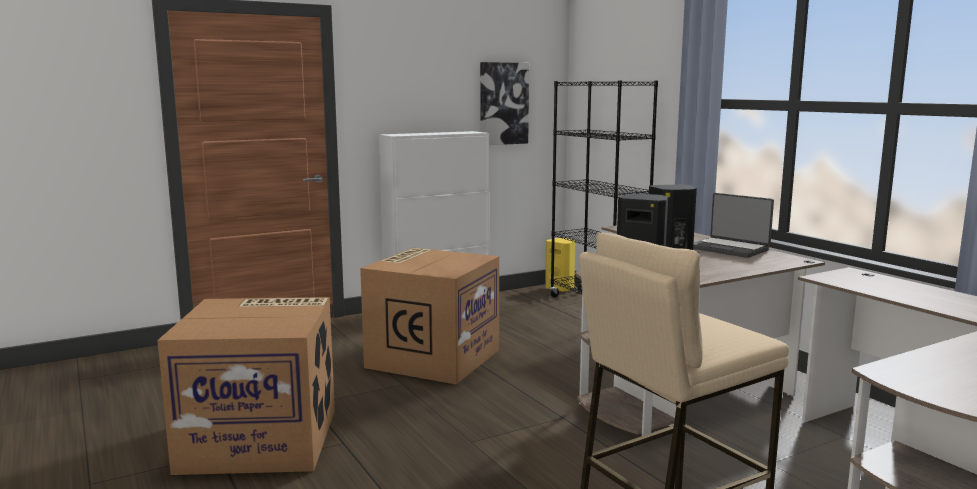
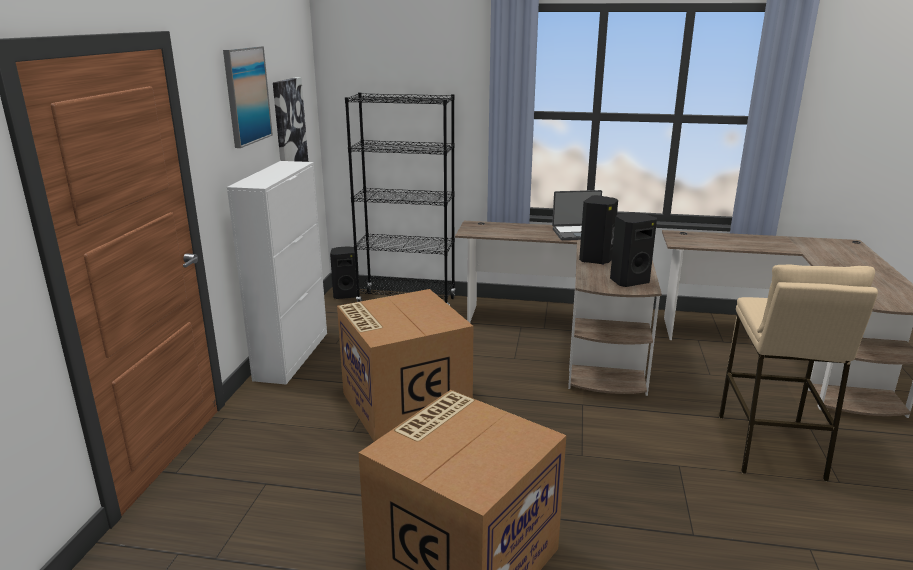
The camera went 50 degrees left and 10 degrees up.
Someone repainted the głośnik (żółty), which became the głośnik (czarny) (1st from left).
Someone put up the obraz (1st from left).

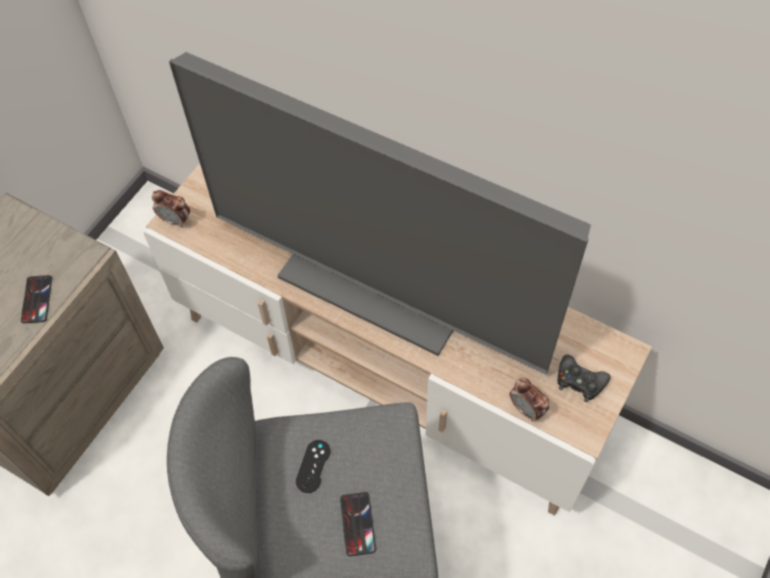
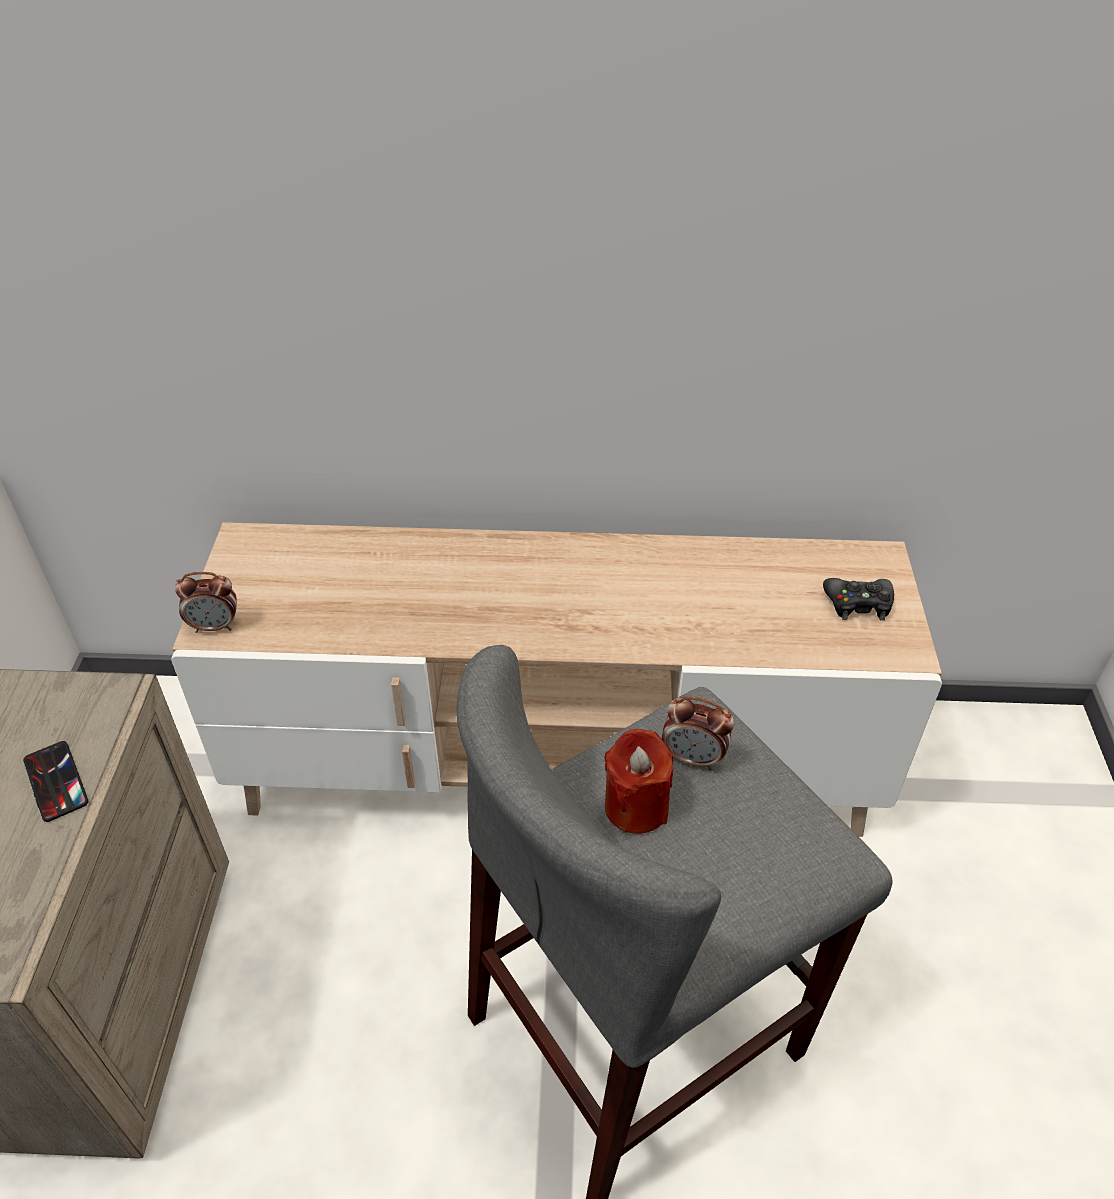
The camera went 30 degrees left and 15 degrees down.
Someone took away the telewizor.
Someone swapped the pad do gier (czarny) (1st from left) for the świeca (czerwony).
Someone took away the telefon (2nd from left).
Someone carried the budzik (2nd from left).

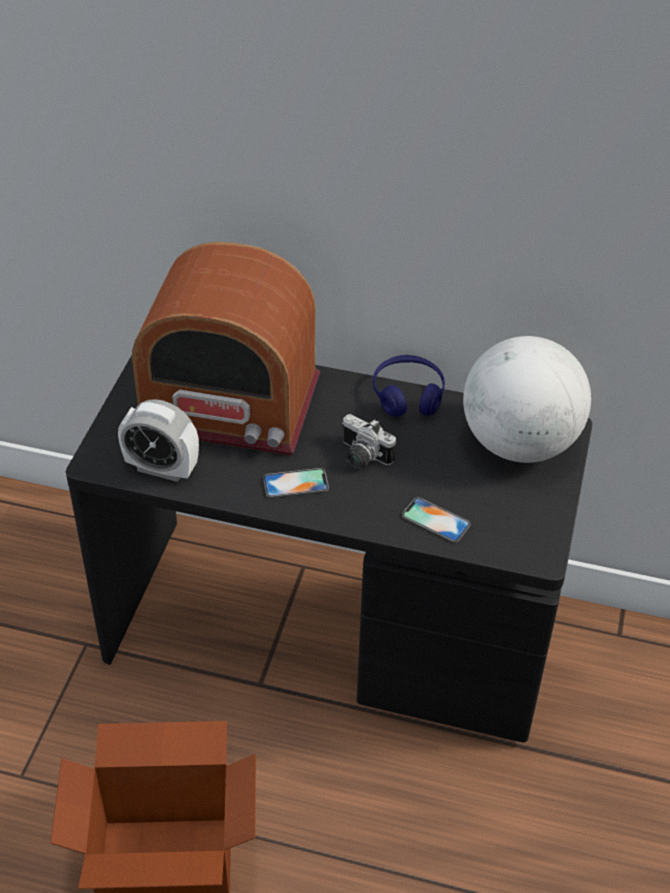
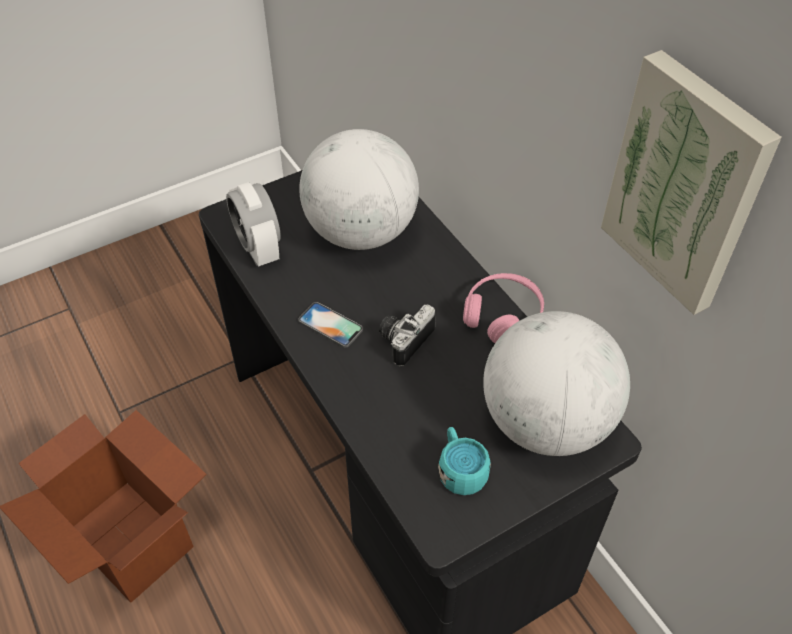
The camera went 45 degrees right and 5 degrees up.
Someone swapped the radio for the globus (1st from left).
Someone rotated the aparat fotograficzny by 45 degrees clockwise.
Someone repainted the słuchawki (niebieski), which became the słuchawki (różowy).
Someone took away the telefon (2nd from left).
Someone put down the kubek (turkusowy).
Someone put up the obraz.

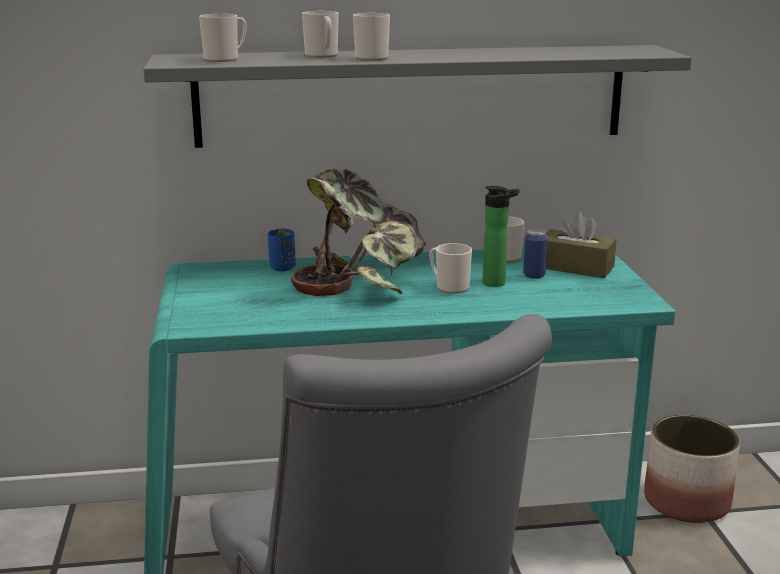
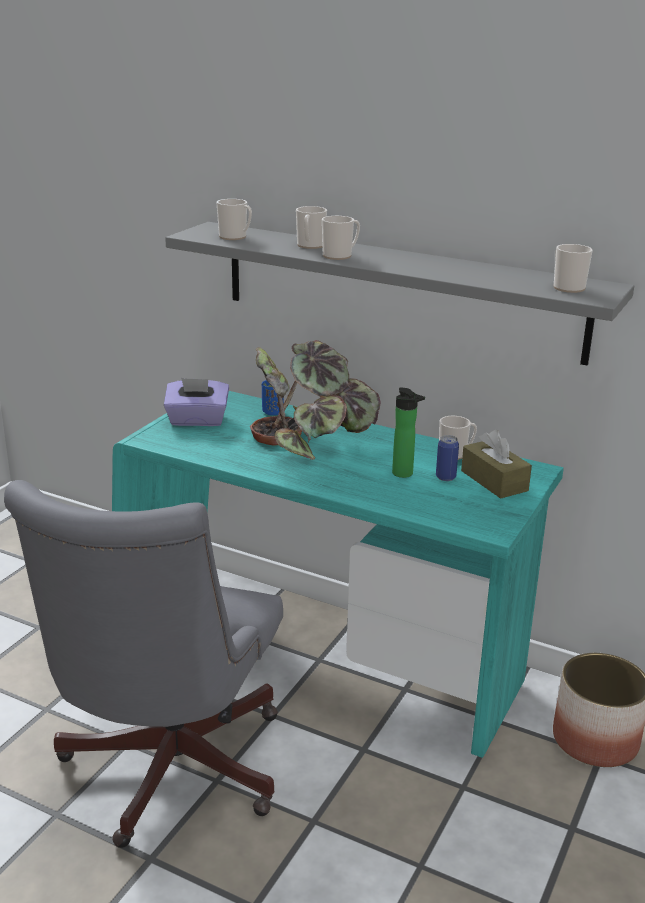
The camera went 35 degrees right and 5 degrees up.
Someone carried the kubek (4th from left in the first image).
Someone put down the pudełko chusteczek (fioletowy).

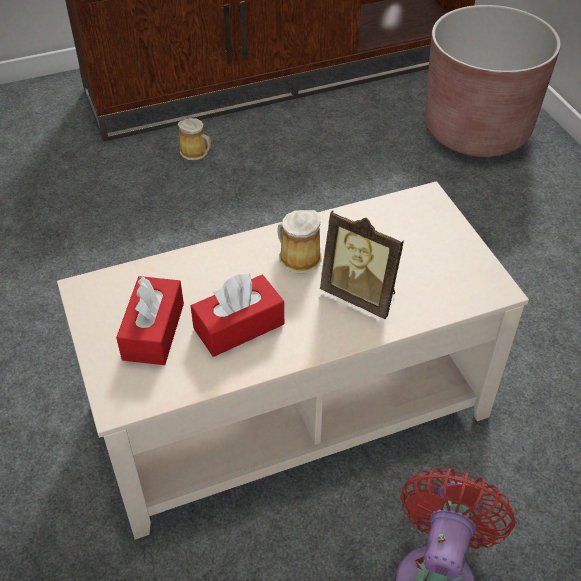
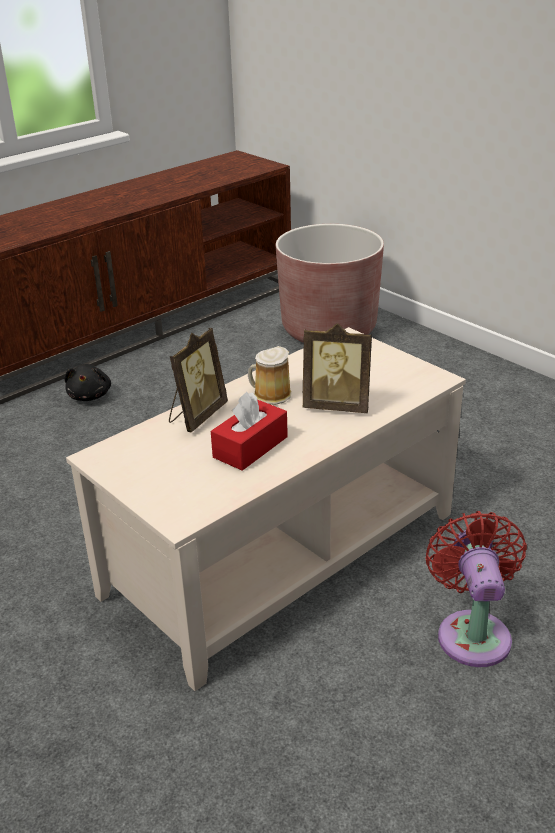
The camera went 20 degrees left and 15 degrees down.
Someone took away the pudełko chusteczek (czerwony) (1st from left).
Someone swapped the kubek (1st from left) for the pluszak (czarny).
Someone put down the ramka na zdjęcie (1st from left).

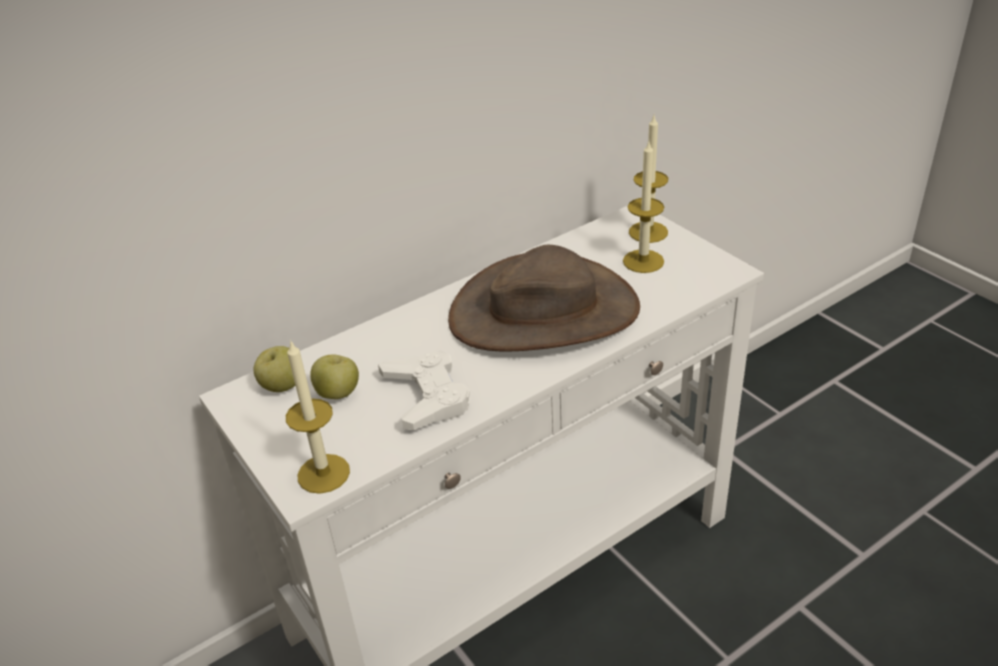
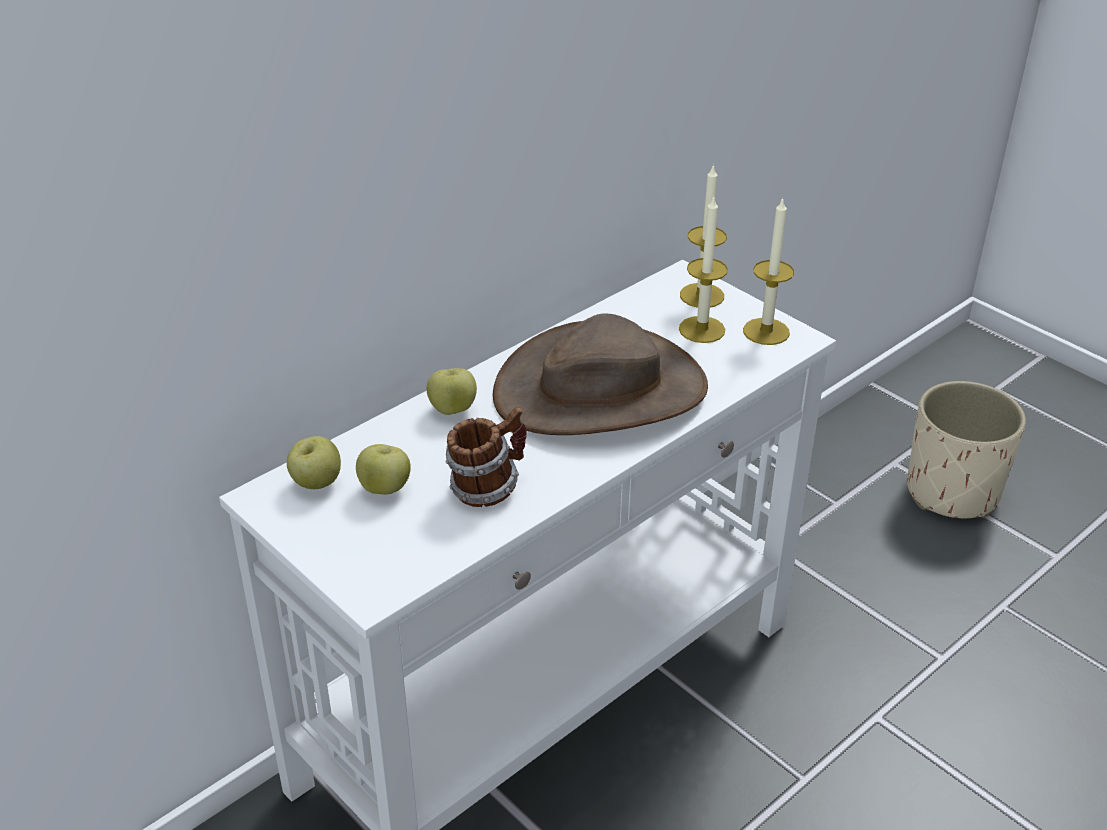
The camera went 10 degrees left and 0 degrees up.
Someone carried the świeca (1st from left in the first image).
Someone swapped the pad do gier (biały) for the kubek.
Someone put down the jabłko (3rd from left).
Someone put down the donica (beżowy).

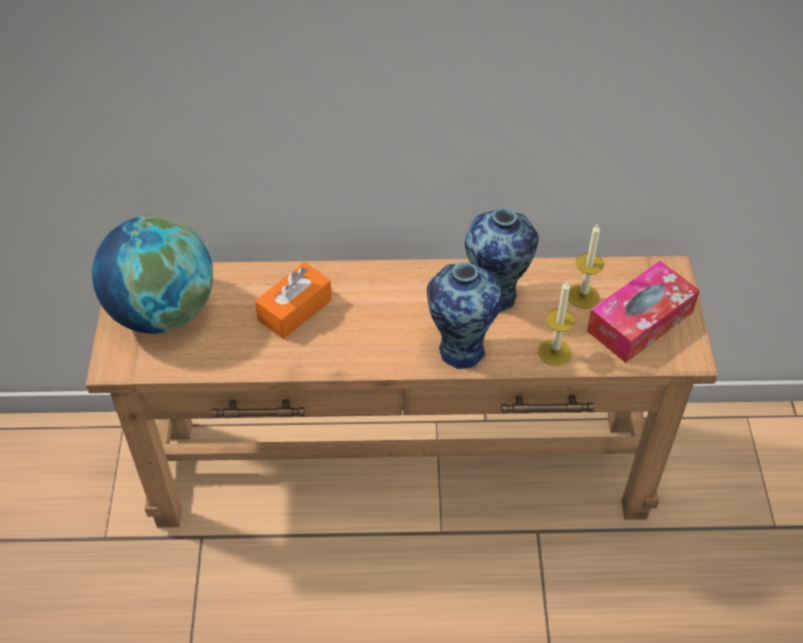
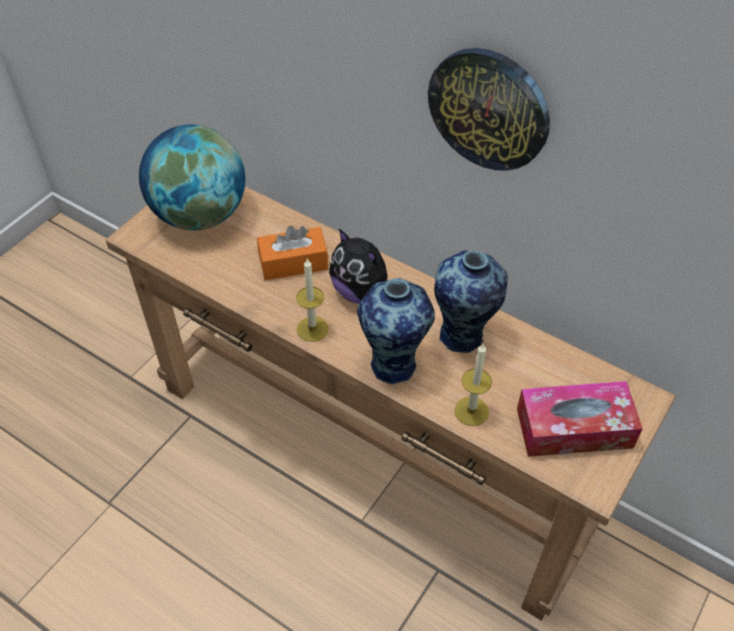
The camera went 35 degrees right and 0 degrees up.
Someone carried the świeca (2nd from left in the first image).
Someone put down the pluszak.
Someone put up the zegar ścienny.

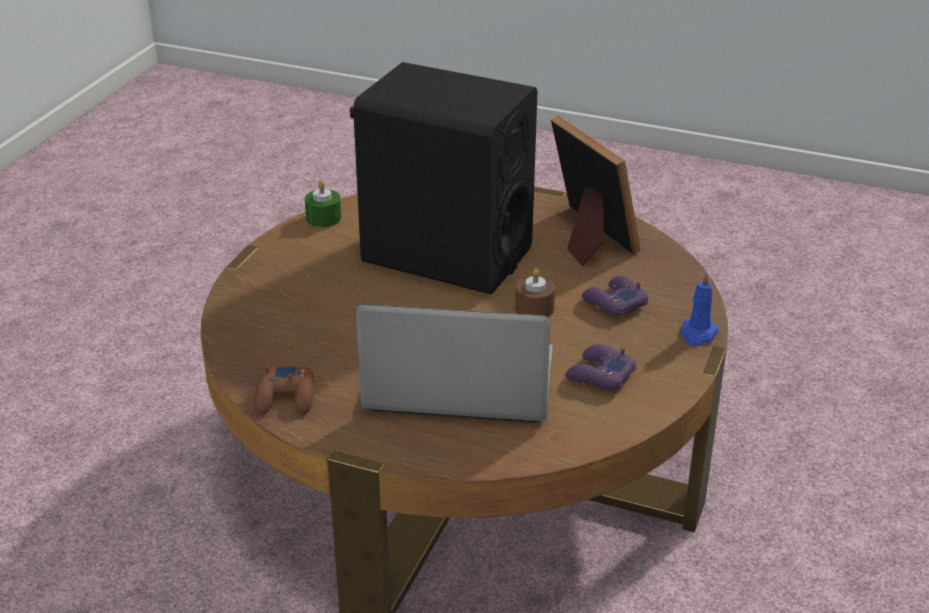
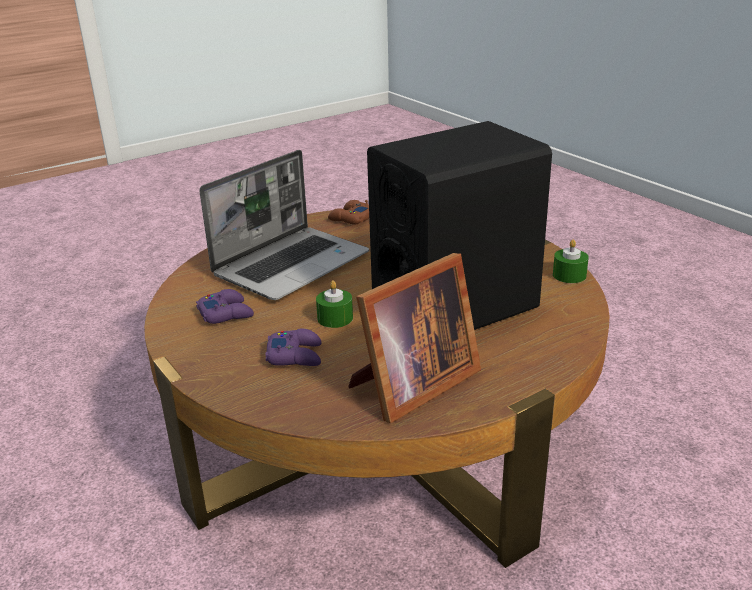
The camera went 125 degrees right and 5 degrees down.
Someone repainted the świeca (brązowy), which became the świeca (zielony) (1st from left).
Someone rotated the ramka na zdjęcie by 45 degrees counterclockwise.
Someone took away the świeca (niebieski).

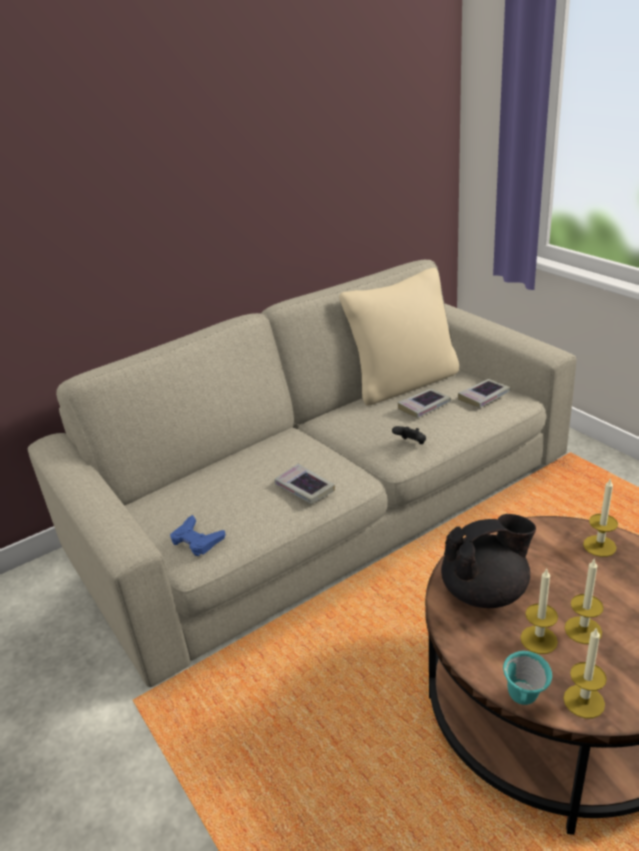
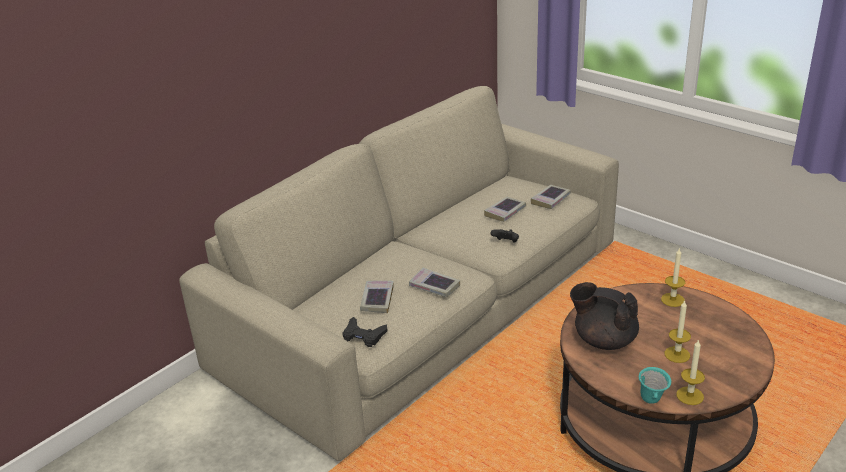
The camera went 15 degrees left and 0 degrees up.
Someone repainted the pad do gier (niebieski), which became the pad do gier (czarny) (1st from left).
Someone took away the poduszka (beżowy).
Someone rotated the imbryk (czarny) by 120 degrees counterclockwise.
Someone took away the świeca (1st from left).
Someone put down the książka (1st from left).

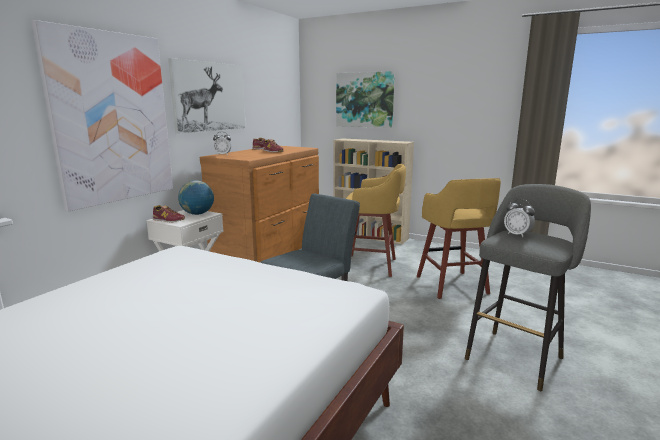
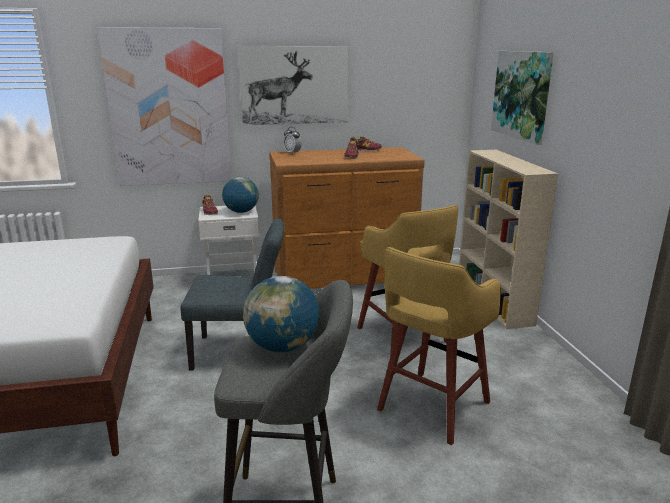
The camera went 50 degrees right and 5 degrees up.
Someone swapped the budzik (2nd from left) for the globus (2nd from left).

